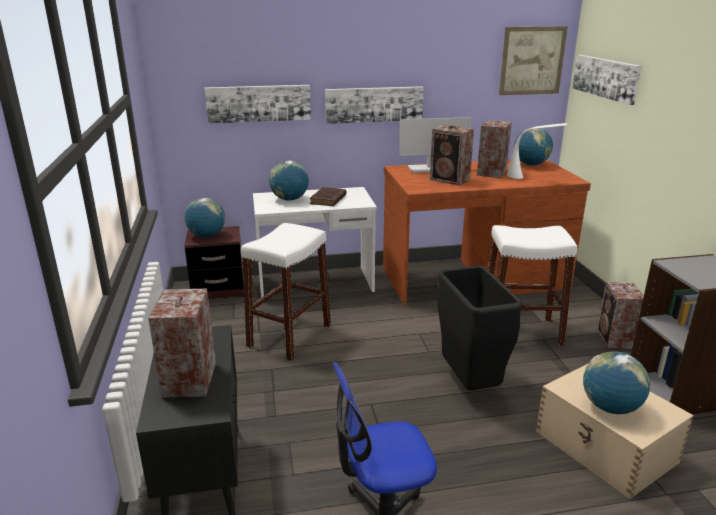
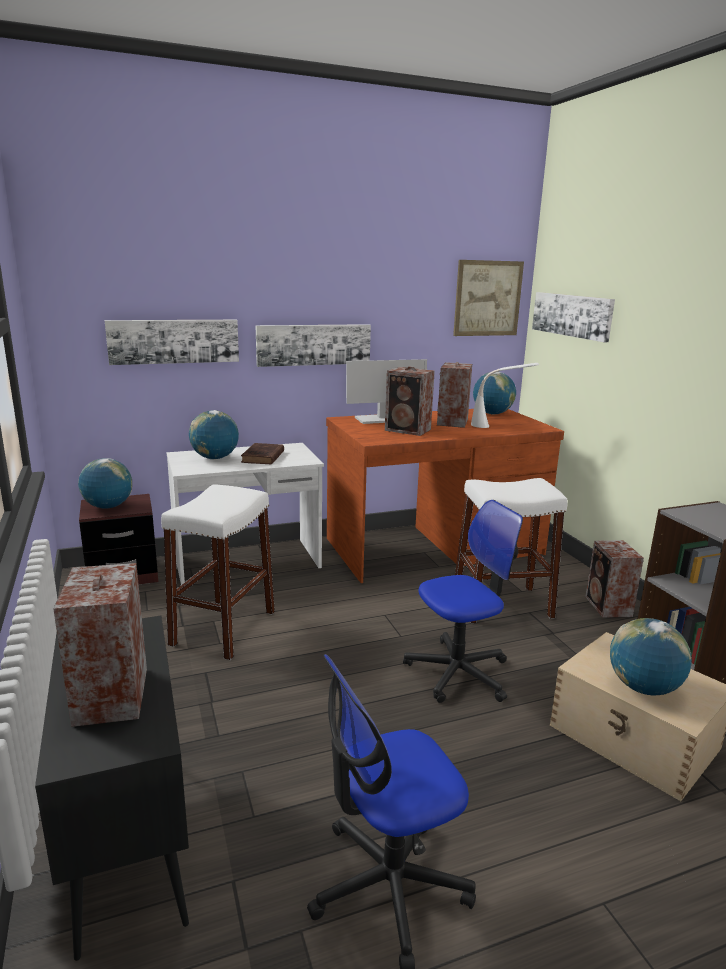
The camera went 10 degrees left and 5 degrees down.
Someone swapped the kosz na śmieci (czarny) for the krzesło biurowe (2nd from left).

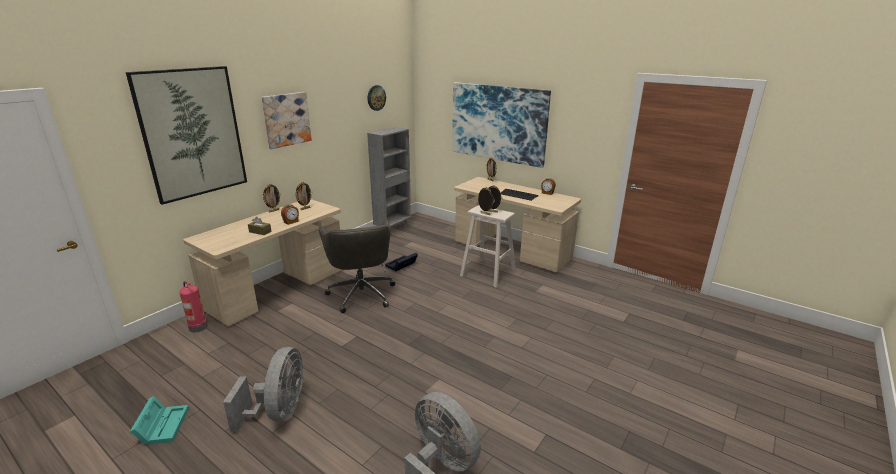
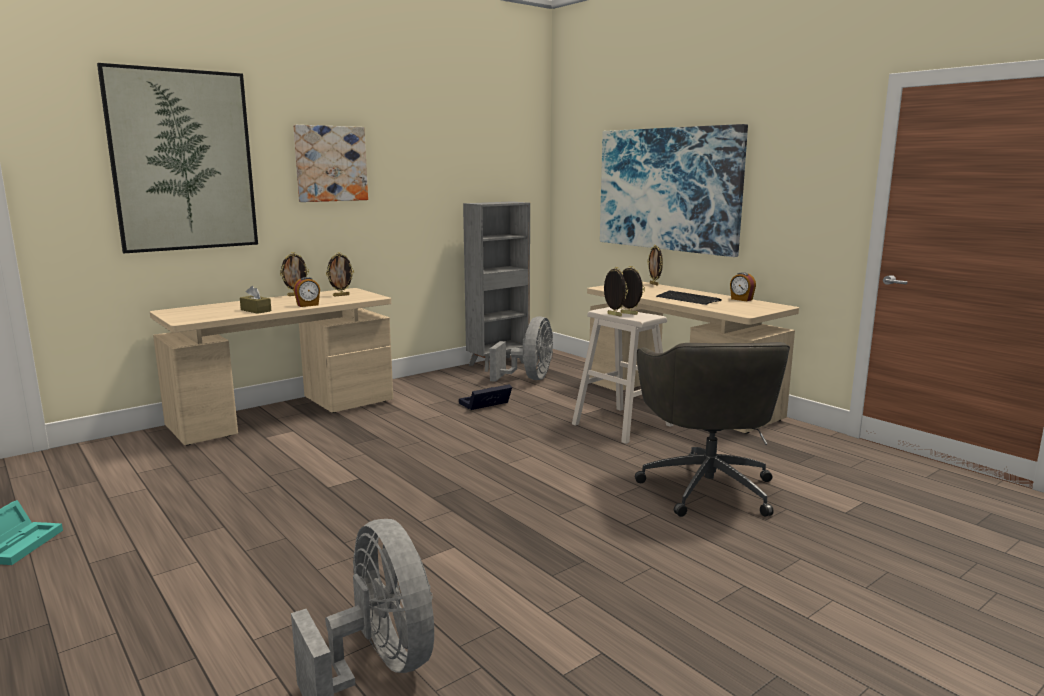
The camera went 15 degrees right and 10 degrees down.
Someone took away the gaśnica.
Someone carried the wentylator (szary) (1st from left in the first image).
Someone carried the krzesło biurowe (szary).
Someone took away the zegar ścienny.

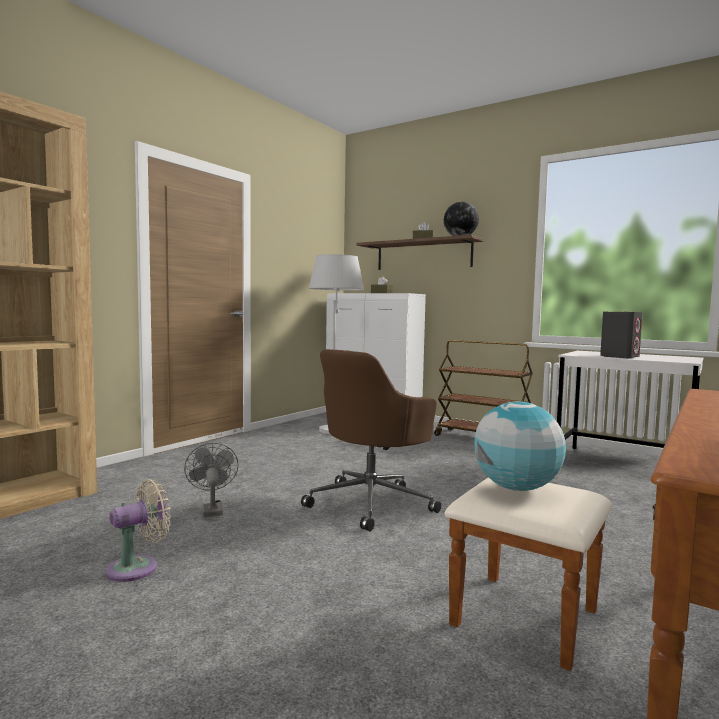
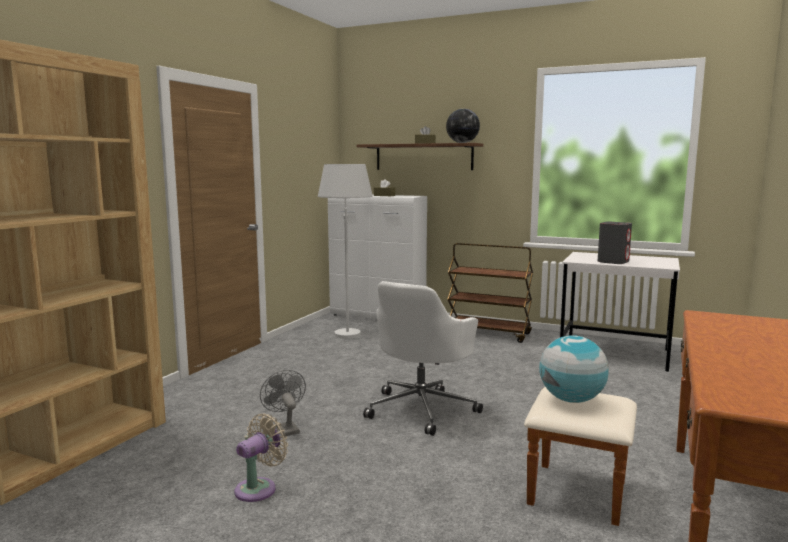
The camera went 10 degrees left and 5 degrees up.
Someone repainted the krzesło biurowe (brązowy), which became the krzesło biurowe (biały).

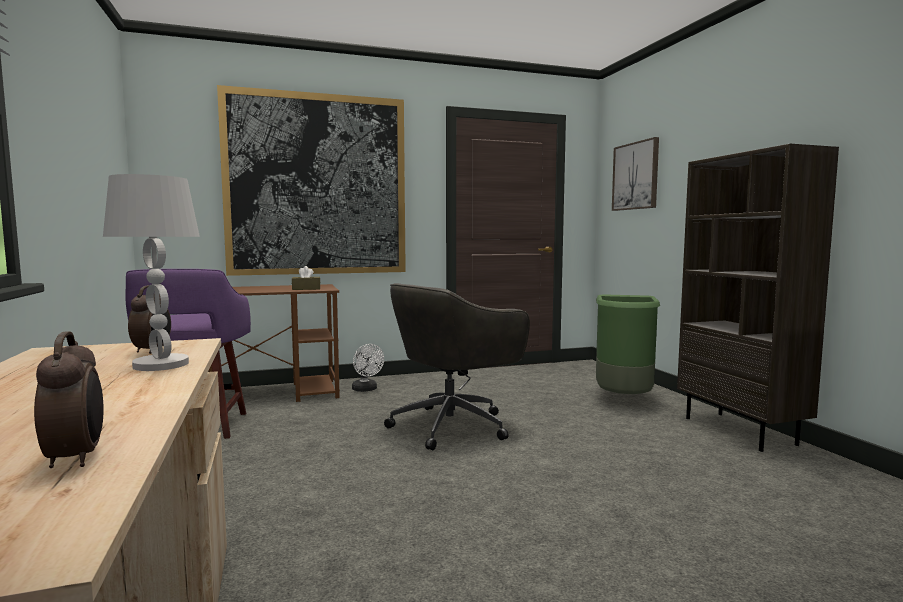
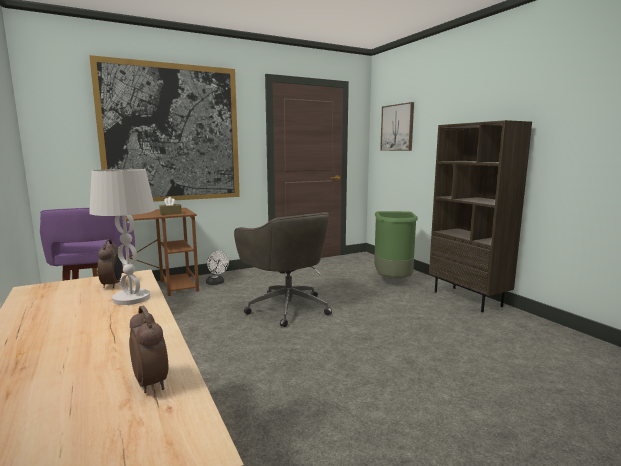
The camera went 10 degrees left and 5 degrees up.
Someone rotated the krzesło biurowe (szary) by 75 degrees counterclockwise.

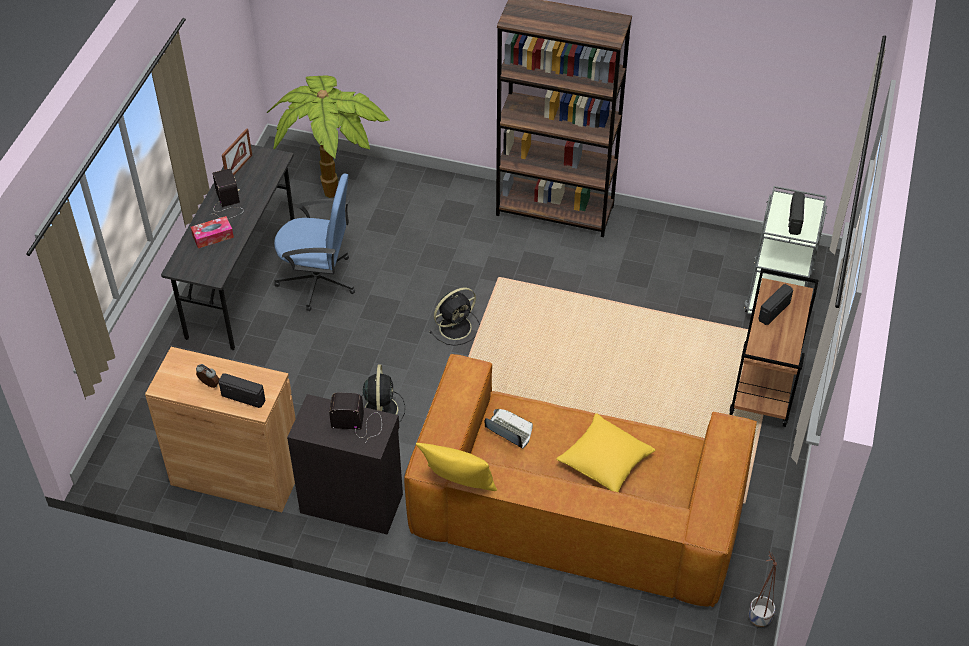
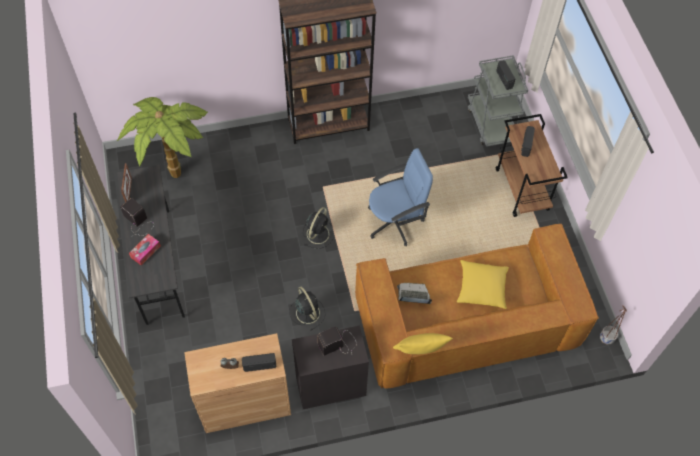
The camera went 30 degrees left and 10 degrees up.
Someone carried the krzesło biurowe (niebieski).

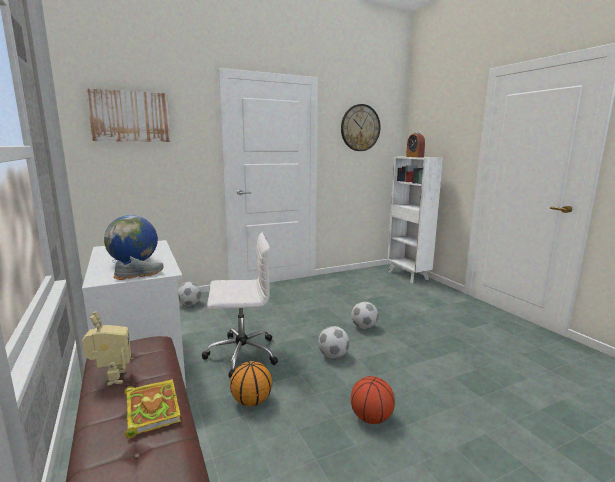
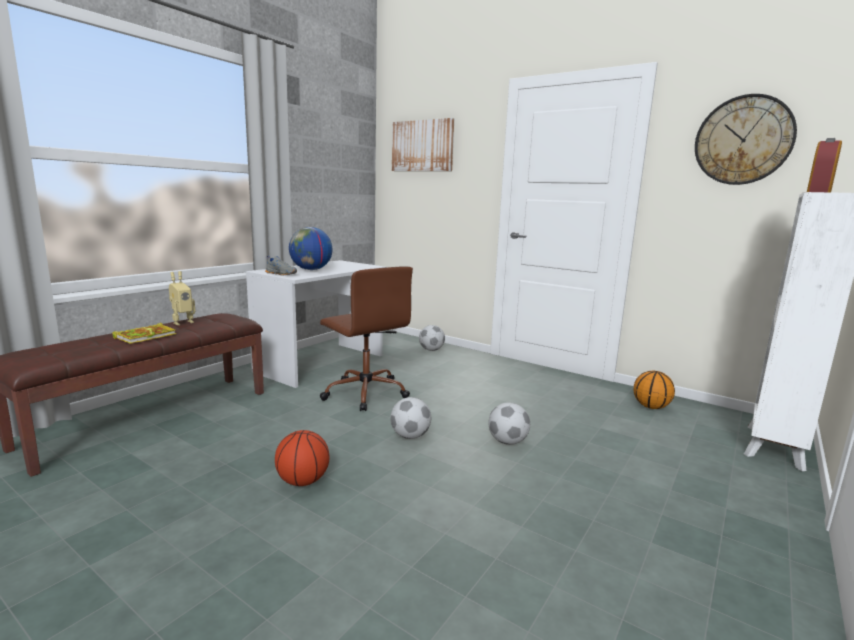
The camera went 60 degrees right and 0 degrees up.
Someone repainted the krzesło biurowe (biały), which became the krzesło biurowe (brązowy).
Someone carried the piłka do koszykówki (1st from left in the first image).

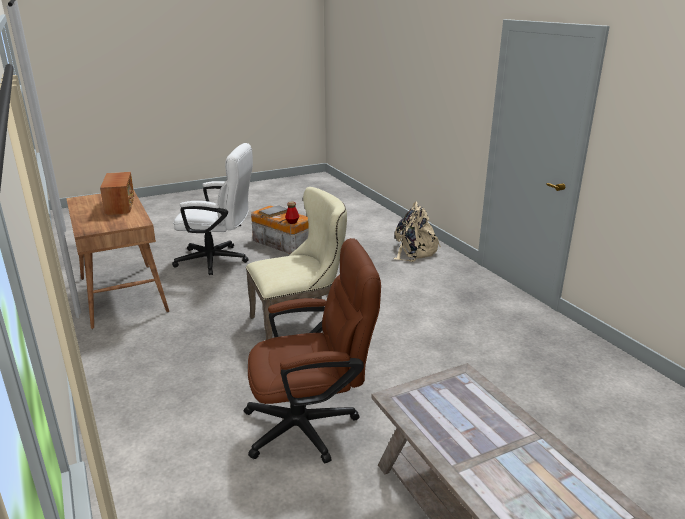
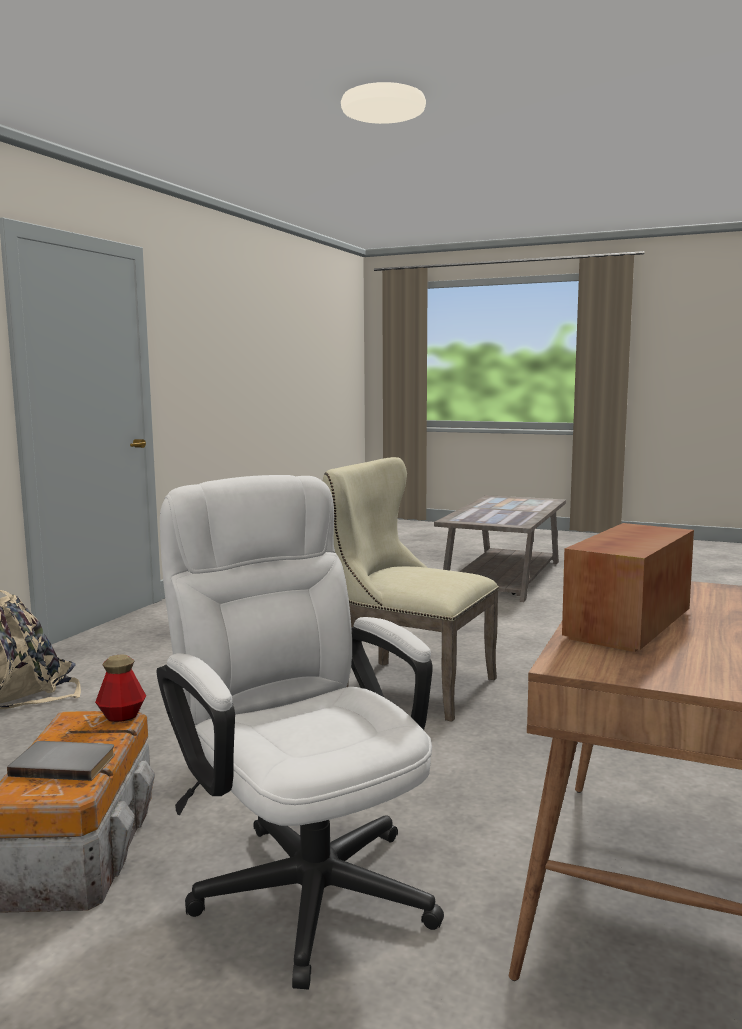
The camera went 130 degrees left and 15 degrees down.
Someone took away the krzesło biurowe (brązowy).

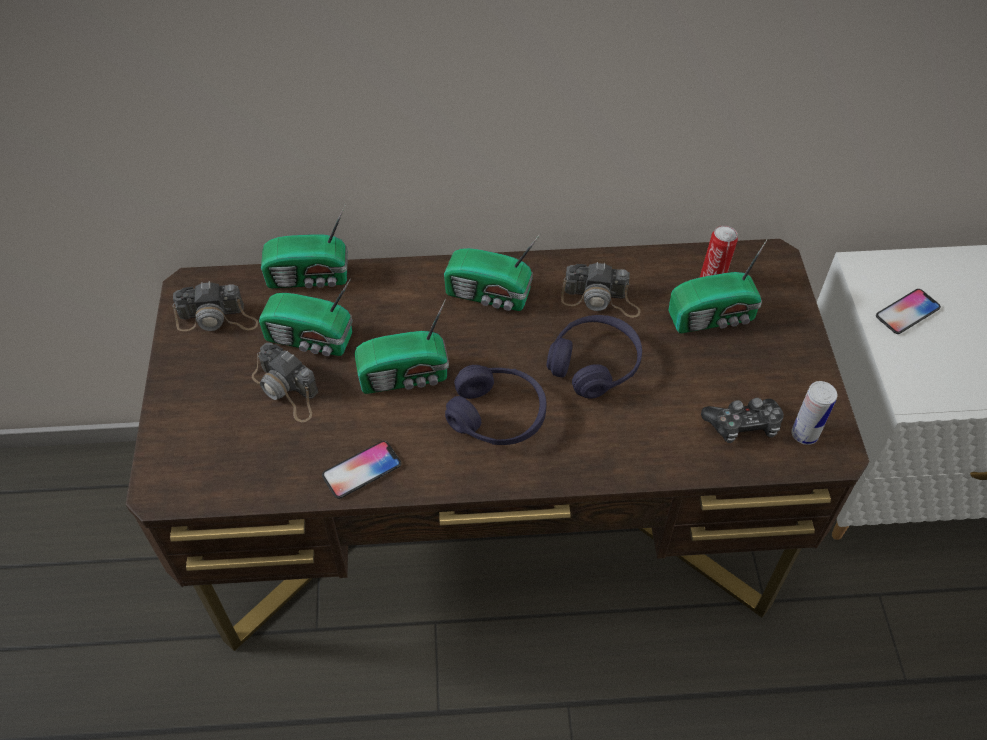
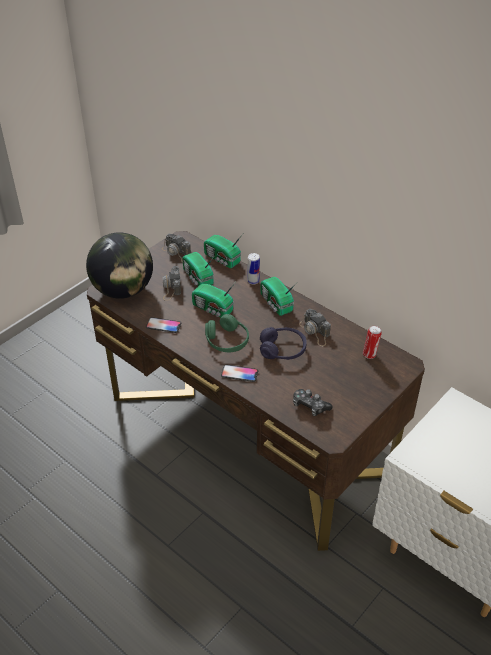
The camera went 45 degrees right and 10 degrees down.
Someone repainted the słuchawki (fioletowy) (1st from left), which became the słuchawki (zielony).
Someone took away the radio (5th from left).
Someone carried the puszka (2nd from left in the first image).
Someone carried the telefon (2nd from left).
Someone put down the globus.

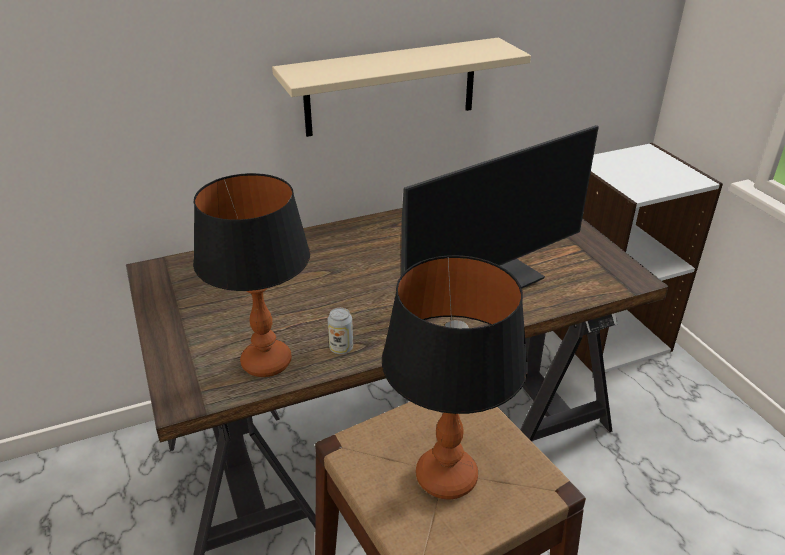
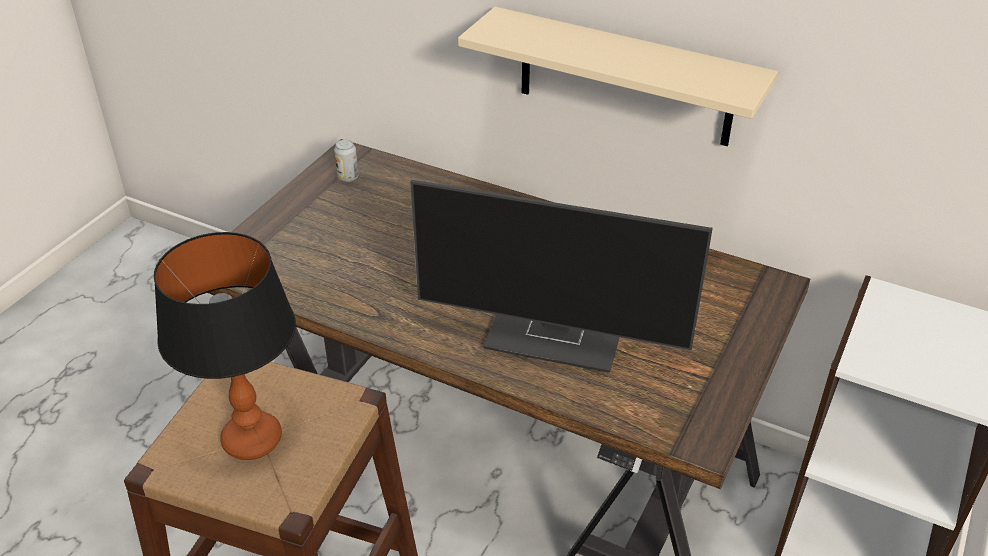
The camera went 50 degrees right and 5 degrees up.
Someone took away the lampa stołowa (1st from left).
Someone carried the puszka.

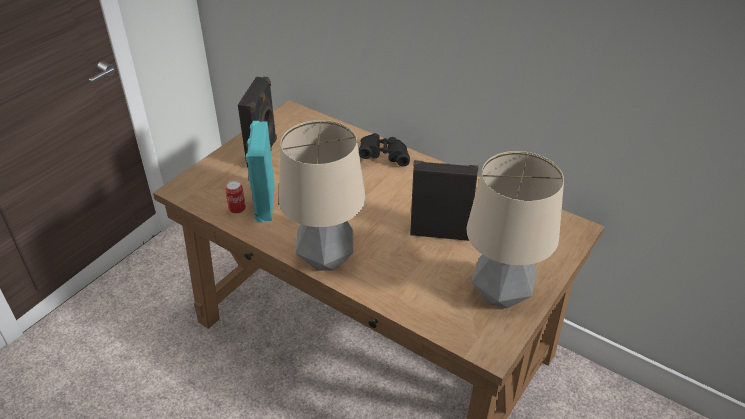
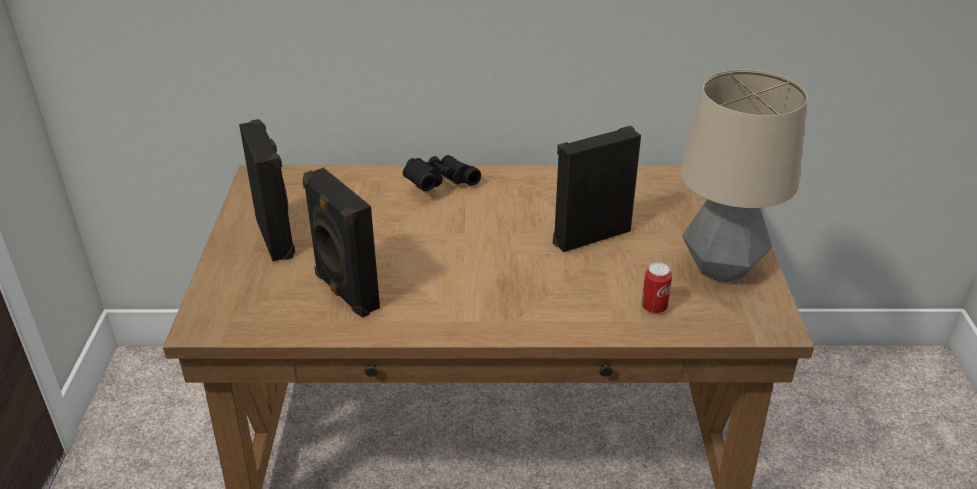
The camera went 35 degrees left and 5 degrees down.
Someone carried the puszka.
Someone repainted the głośnik (turkusowy), which became the głośnik (czarny) (2nd from left).
Someone took away the lampa stołowa (1st from left).

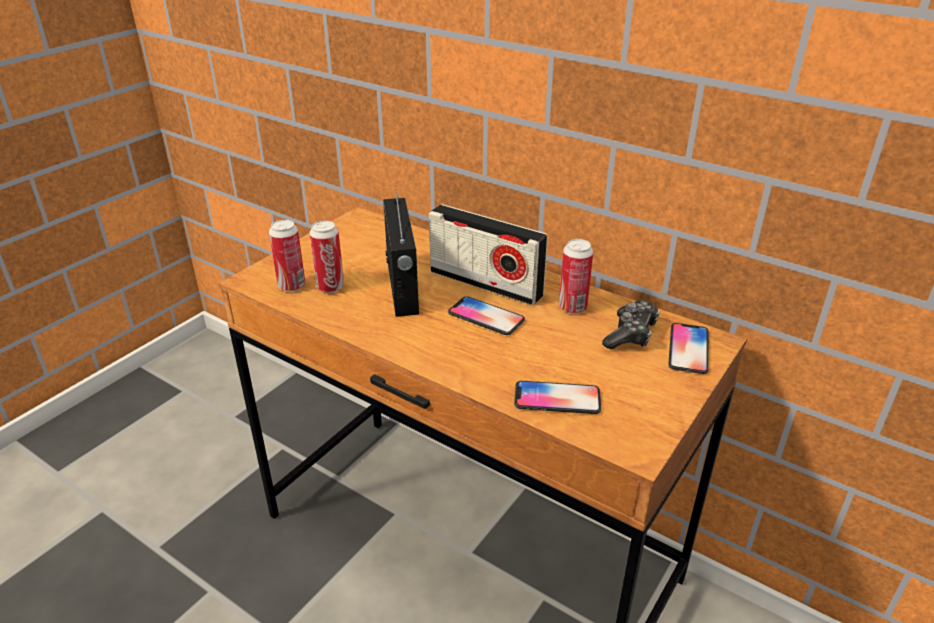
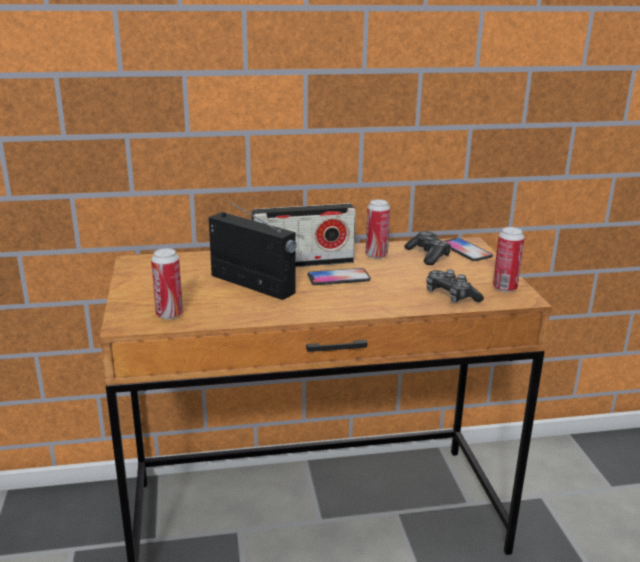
The camera went 45 degrees left and 10 degrees down.
Someone carried the puszka (2nd from left in the first image).
Someone swapped the telefon (2nd from left) for the pad do gier (2nd from left).

